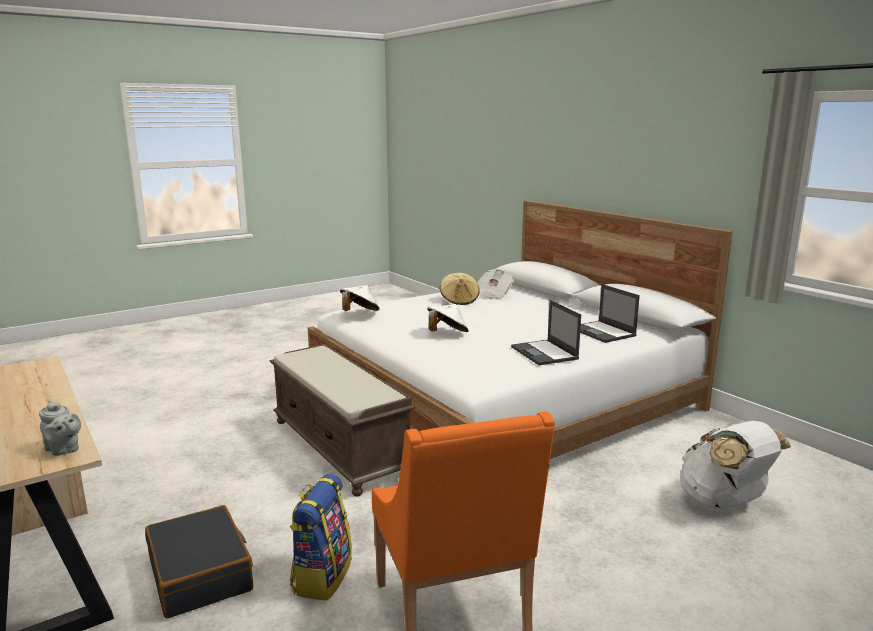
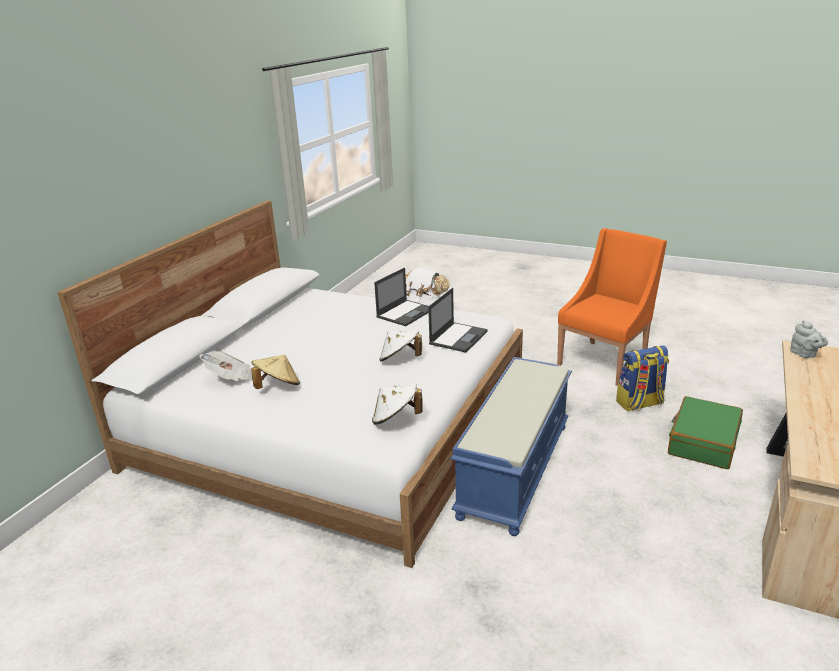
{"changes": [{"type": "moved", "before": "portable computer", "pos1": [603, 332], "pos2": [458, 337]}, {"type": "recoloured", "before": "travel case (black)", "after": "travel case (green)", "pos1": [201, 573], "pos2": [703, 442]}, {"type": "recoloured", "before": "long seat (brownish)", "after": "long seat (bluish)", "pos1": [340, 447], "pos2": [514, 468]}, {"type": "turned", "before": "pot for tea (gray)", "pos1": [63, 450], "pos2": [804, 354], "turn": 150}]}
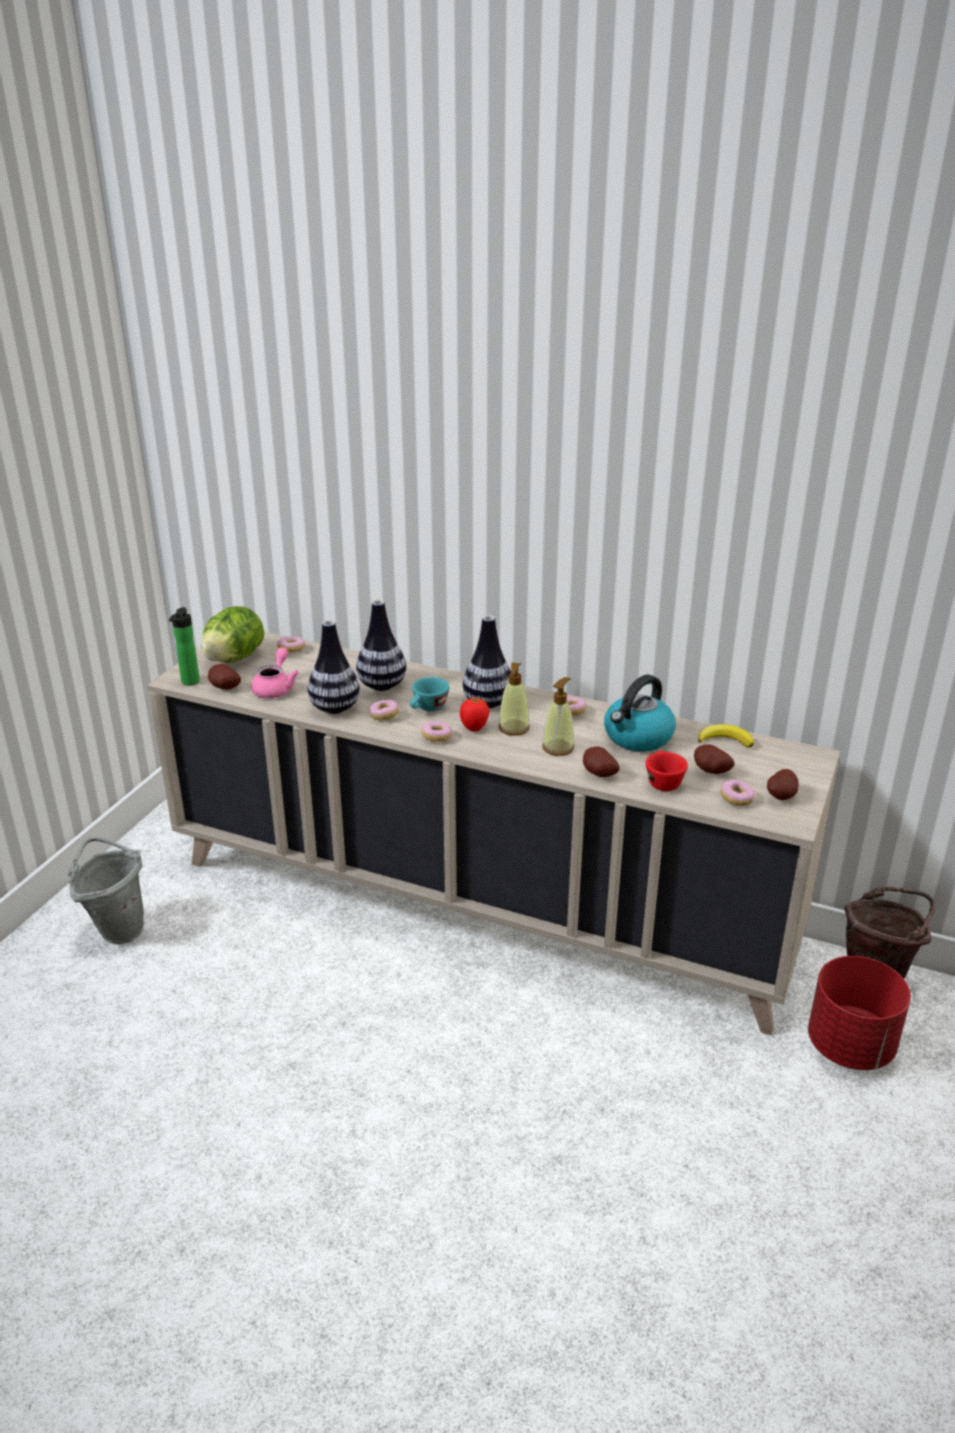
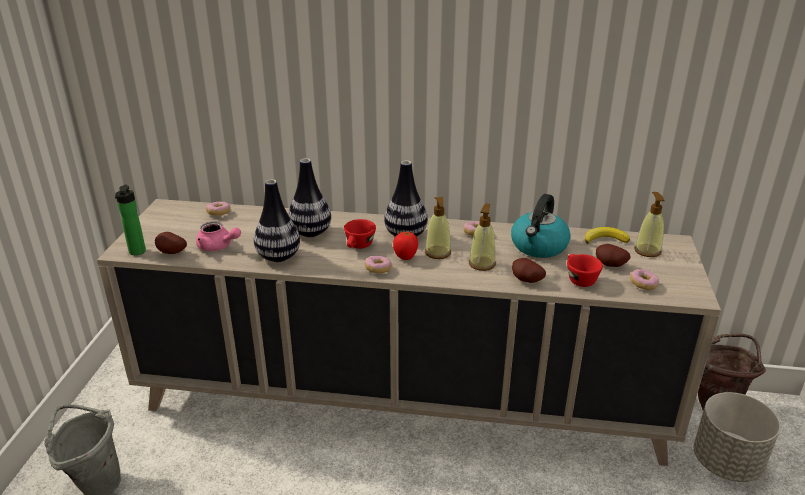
{"changes": [{"type": "removed", "before": "head of lettuce", "pos1": [234, 658]}, {"type": "removed", "before": "doughnut", "pos1": [384, 716]}, {"type": "removed", "before": "potato", "pos1": [782, 797]}, {"type": "added", "after": "liquid soap bottle", "pos2": [647, 251]}, {"type": "recoloured", "before": "drinking cup (blue-green)", "after": "drinking cup (reddish)", "pos1": [428, 708], "pos2": [358, 246]}, {"type": "recoloured", "before": "planter (reddish)", "after": "planter (gray)", "pos1": [851, 1046], "pos2": [727, 462]}, {"type": "turned", "before": "pot for tea (pinkish)", "pos1": [275, 688], "pos2": [218, 247], "turn": 120}]}
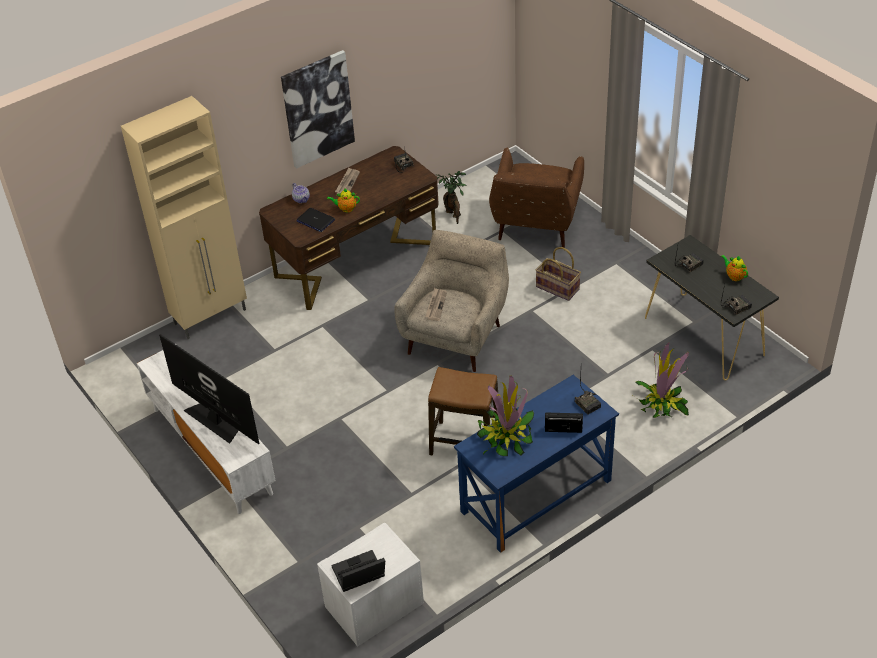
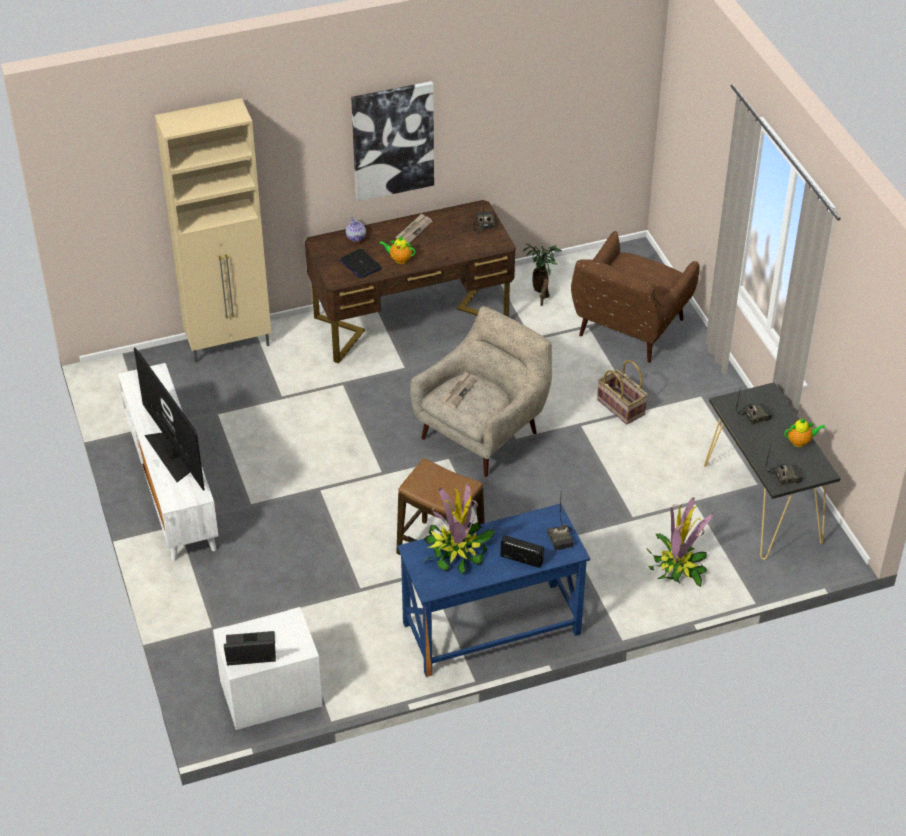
{"changes": [{"type": "turned", "before": "pot for tea", "pos1": [734, 276], "pos2": [800, 442], "turn": 105}]}
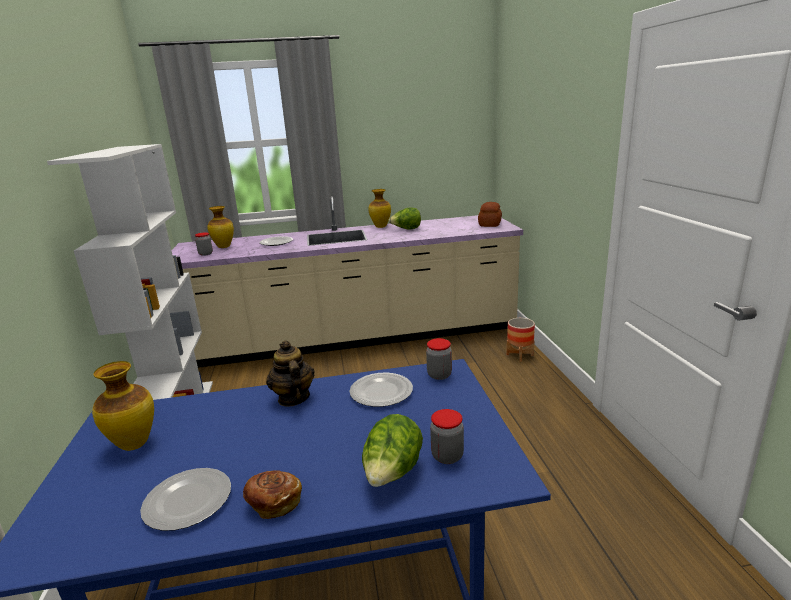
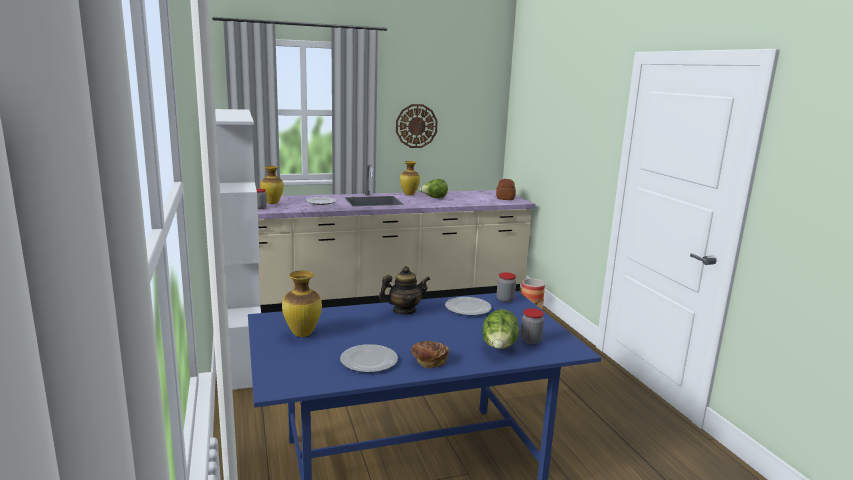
{"changes": [{"type": "added", "after": "wall clock", "pos2": [416, 126]}, {"type": "turned", "before": "pot for tea", "pos1": [293, 398], "pos2": [404, 310], "turn": 105}]}
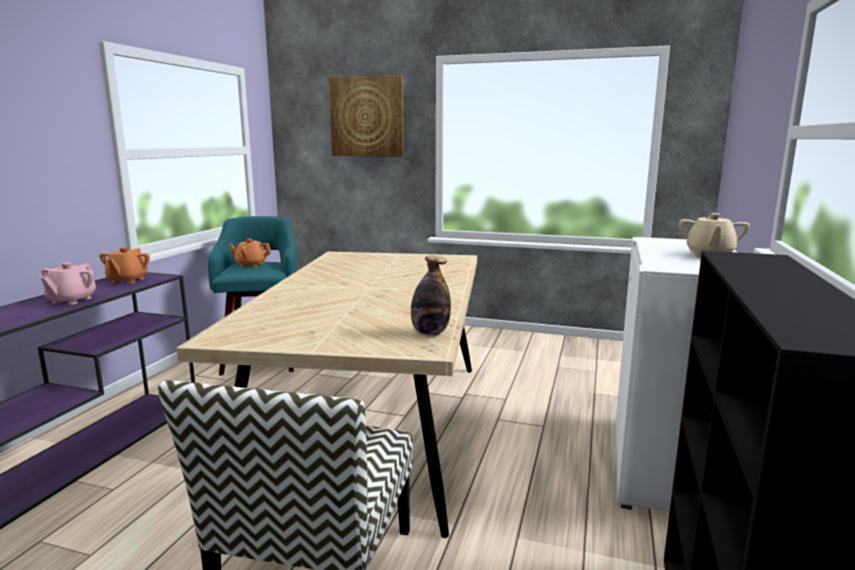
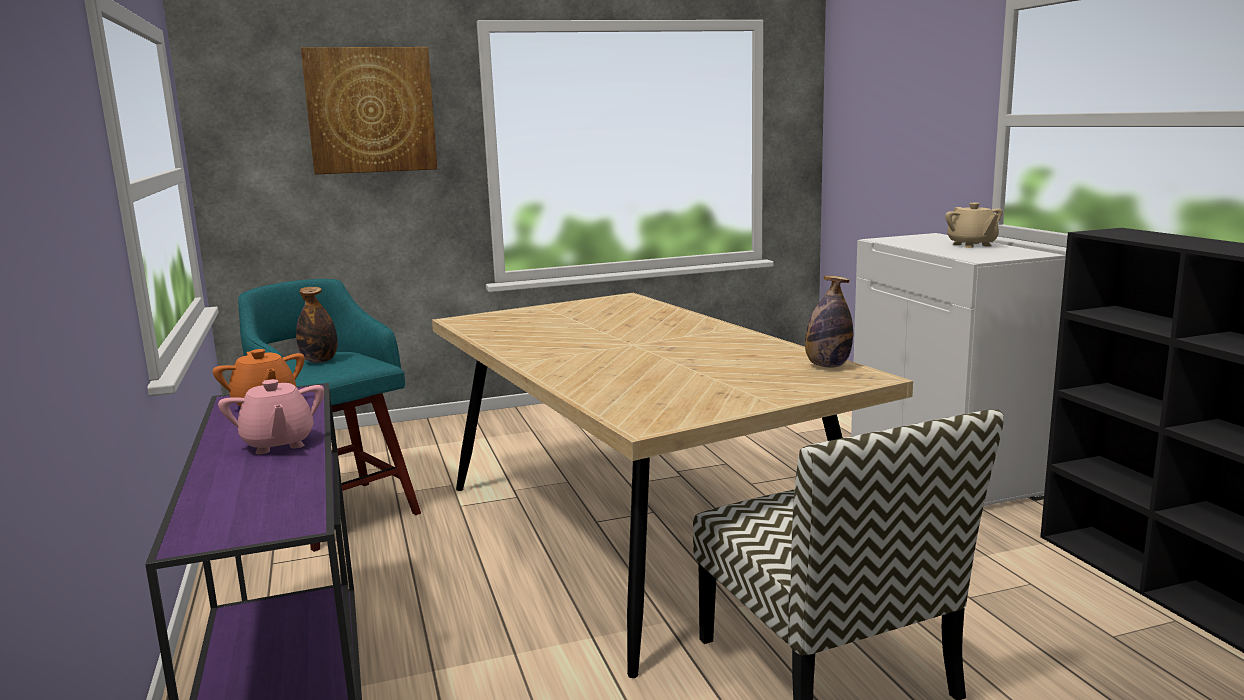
{"changes": [{"type": "replaced", "before": "pot for tea (orangey)", "after": "beverage bottle", "pos1": [251, 265], "pos2": [319, 361]}]}
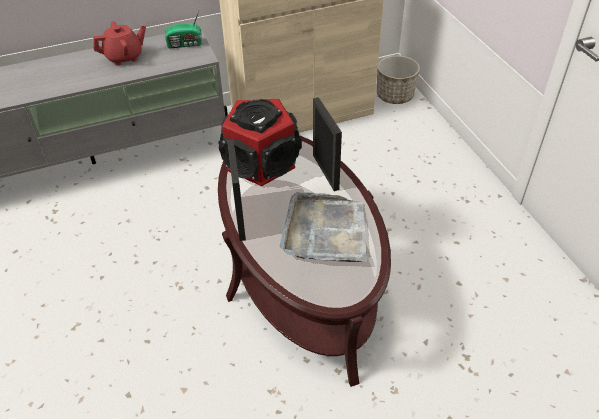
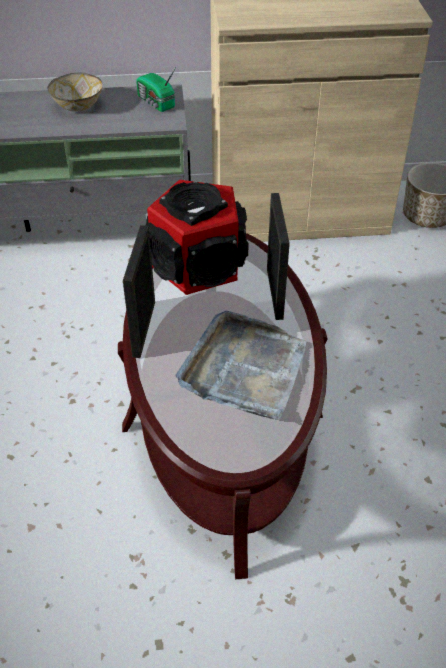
{"changes": [{"type": "replaced", "before": "pot for tea (reddish)", "after": "deep dish", "pos1": [124, 57], "pos2": [77, 106]}, {"type": "turned", "before": "radio", "pos1": [186, 44], "pos2": [156, 103], "turn": 45}]}
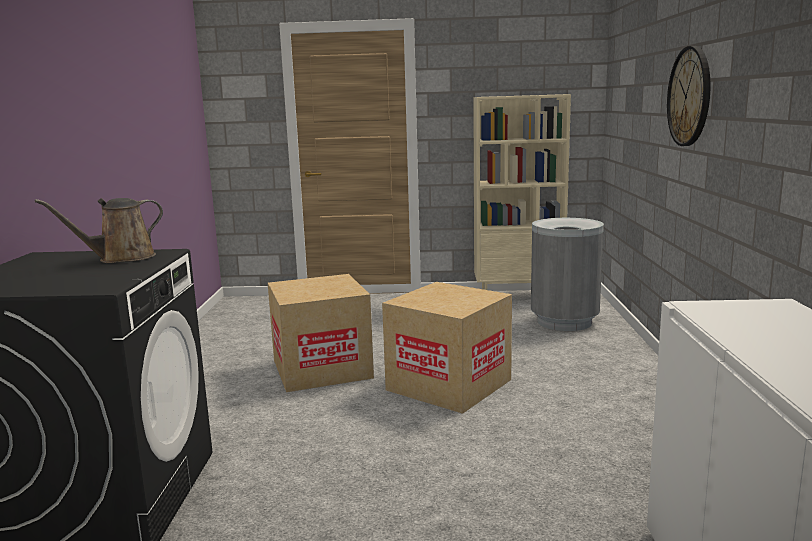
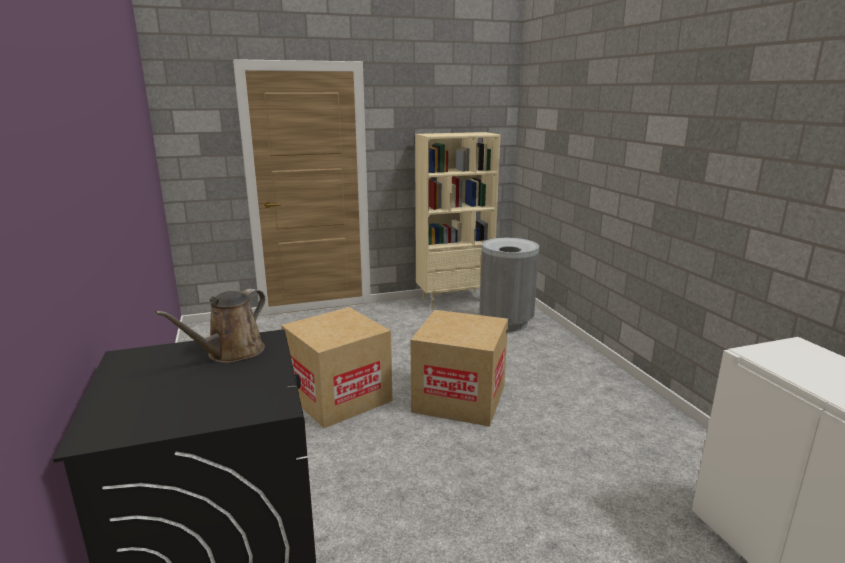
{"changes": [{"type": "removed", "before": "wall clock", "pos1": [689, 96]}]}
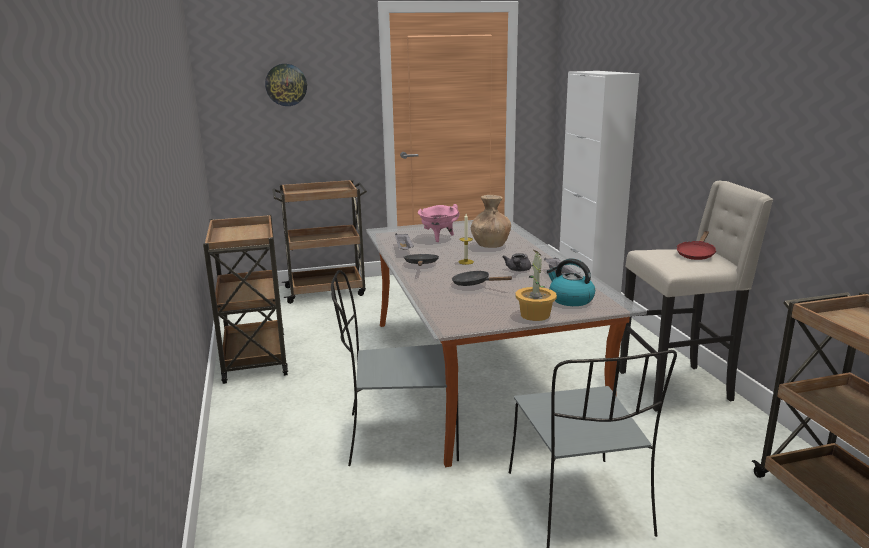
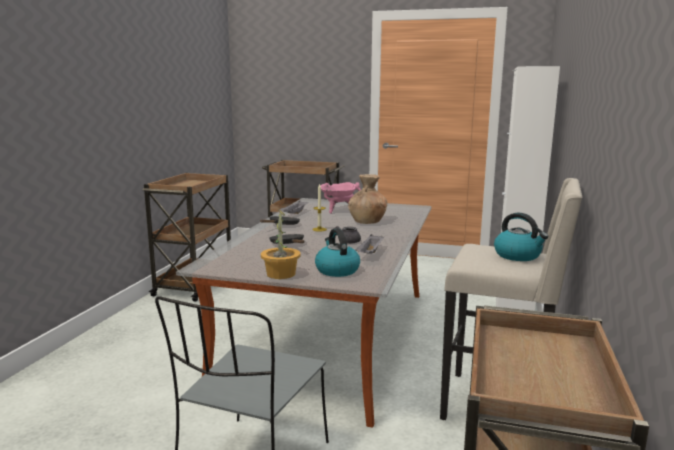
{"changes": [{"type": "removed", "before": "wall clock", "pos1": [286, 85]}, {"type": "removed", "before": "upright chair (gray)", "pos1": [398, 437]}, {"type": "replaced", "before": "pan (reddish)", "after": "tea kettle", "pos1": [696, 254], "pos2": [518, 256]}]}
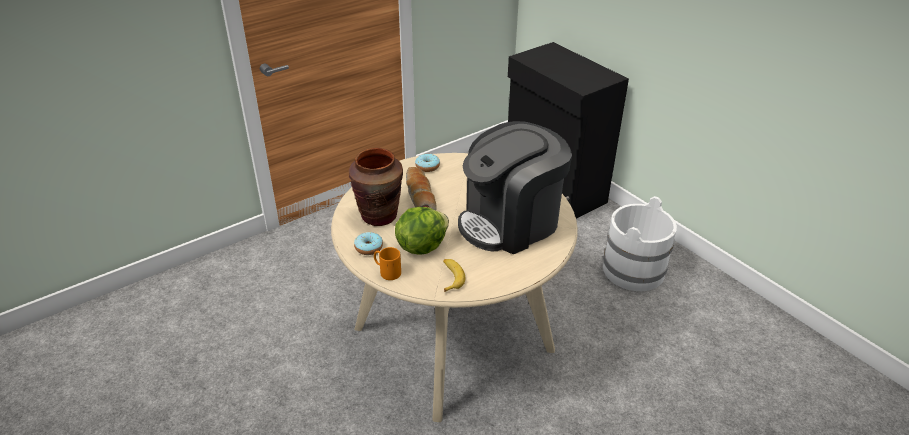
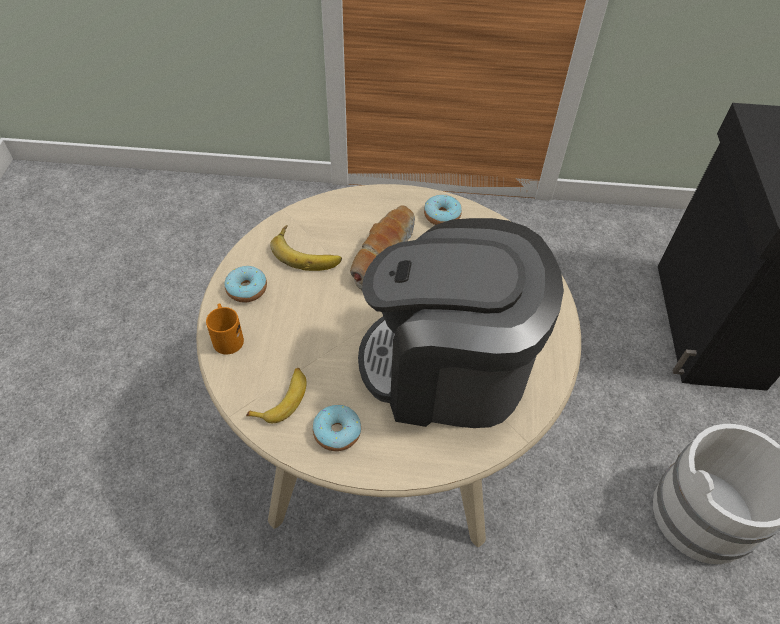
{"changes": [{"type": "removed", "before": "head of lettuce", "pos1": [421, 246]}, {"type": "added", "after": "doughnut", "pos2": [337, 432]}, {"type": "replaced", "before": "vase (brownish)", "after": "whole banana", "pos1": [379, 216], "pos2": [307, 252]}]}
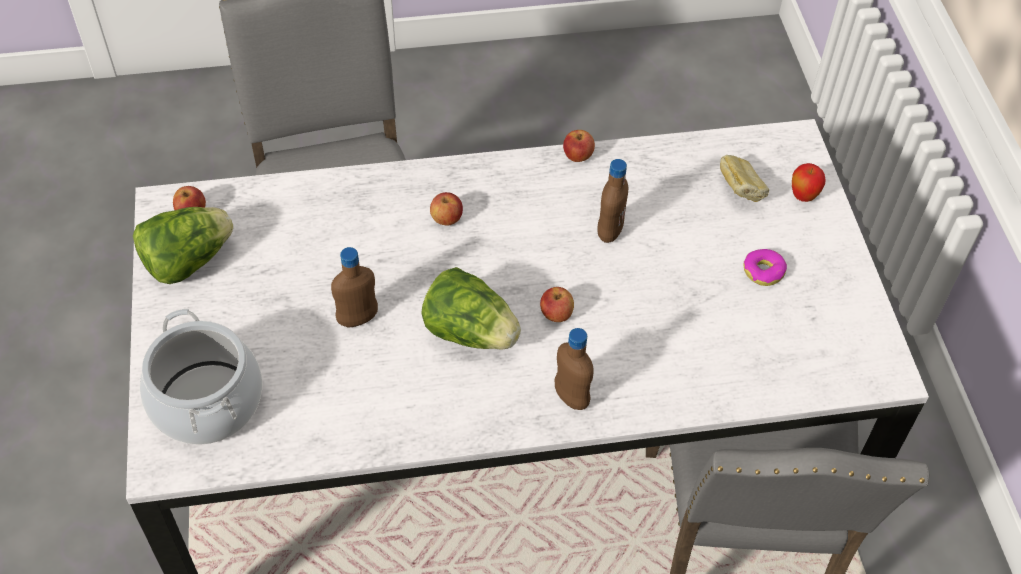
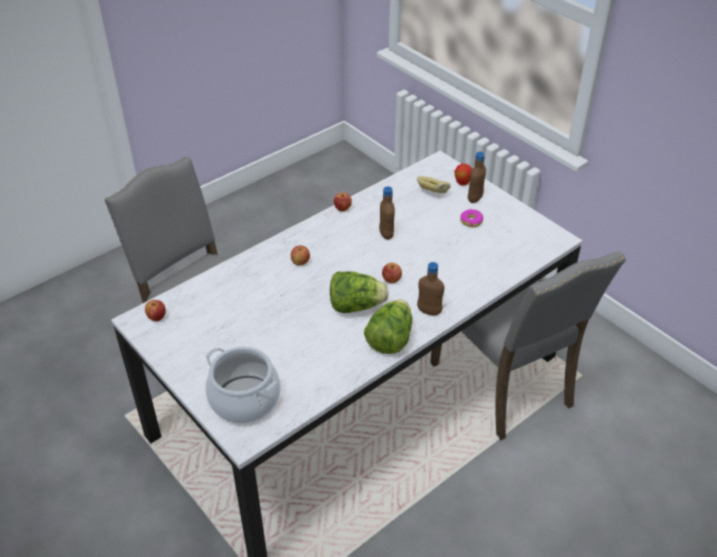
{"changes": [{"type": "moved", "before": "head of lettuce", "pos1": [188, 261], "pos2": [390, 339]}, {"type": "moved", "before": "beverage bottle (brownish)", "pos1": [358, 319], "pos2": [475, 198]}]}
